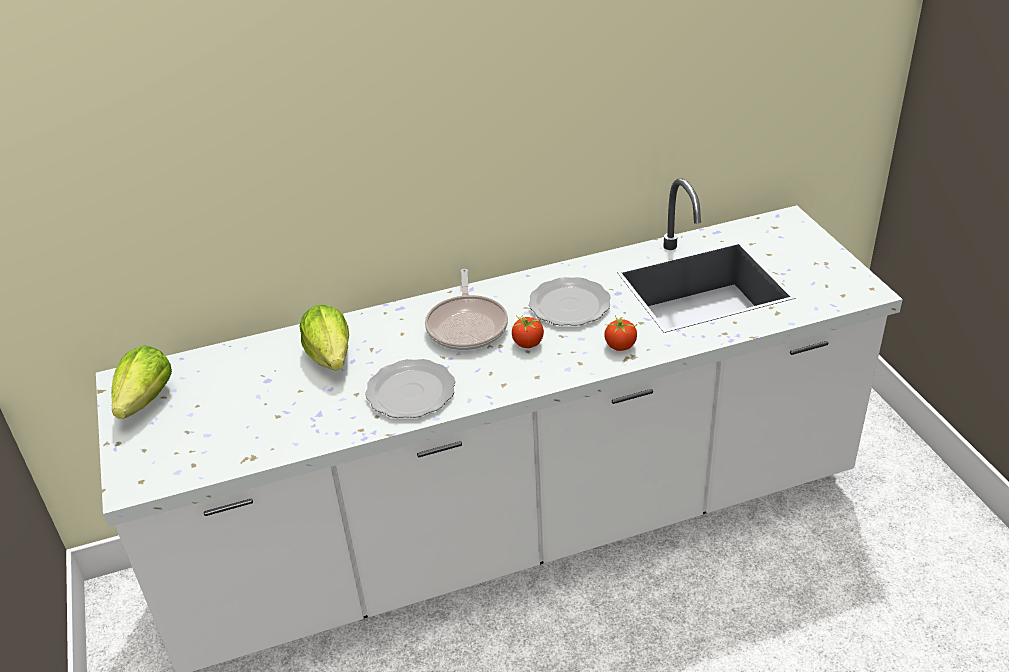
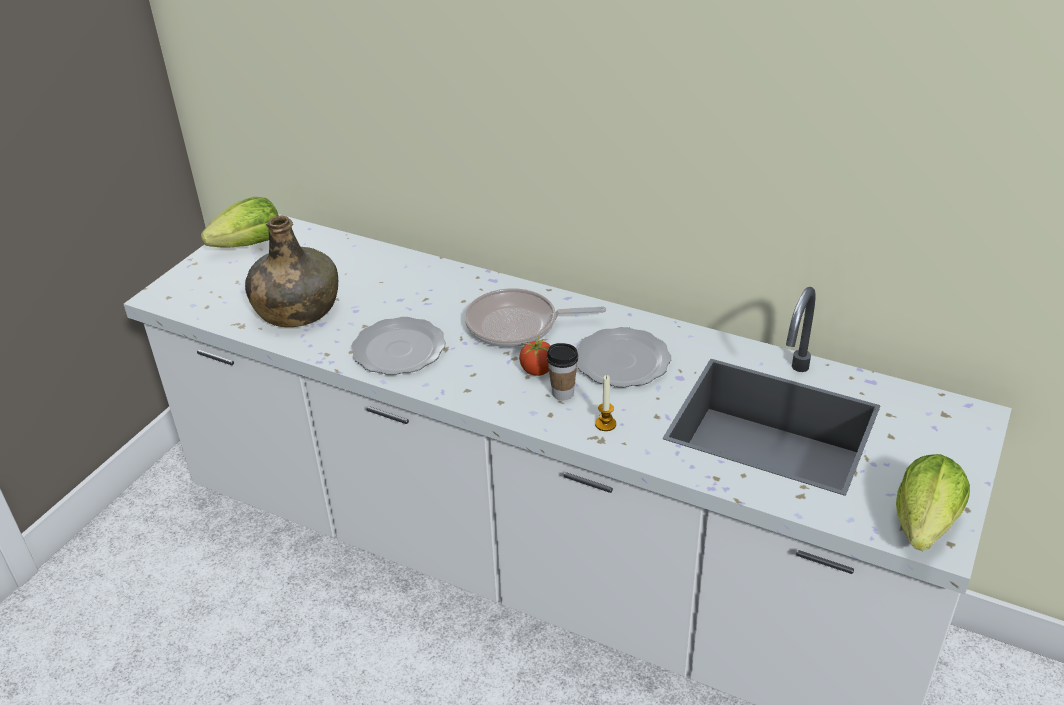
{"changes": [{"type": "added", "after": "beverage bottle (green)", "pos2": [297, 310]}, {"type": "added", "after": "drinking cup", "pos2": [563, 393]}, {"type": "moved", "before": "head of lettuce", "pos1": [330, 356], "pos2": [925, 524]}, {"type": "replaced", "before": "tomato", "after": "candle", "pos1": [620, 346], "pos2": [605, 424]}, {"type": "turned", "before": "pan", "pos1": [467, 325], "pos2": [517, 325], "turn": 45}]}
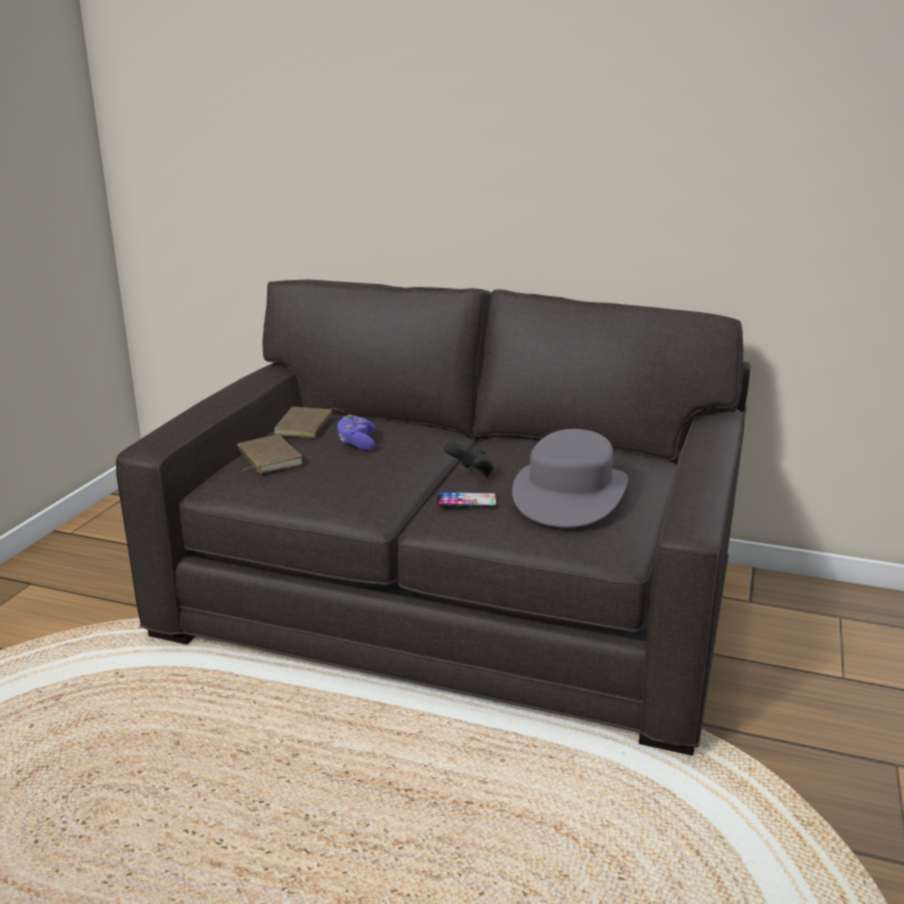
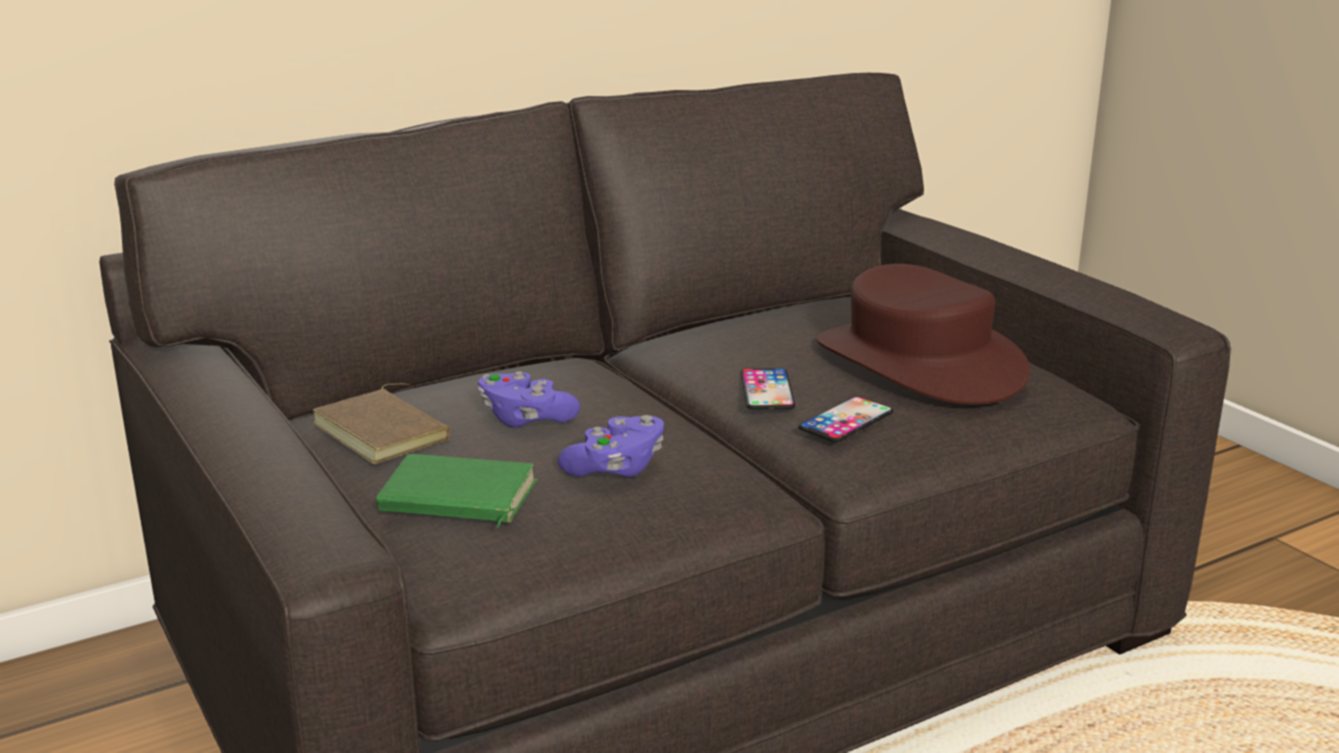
{"changes": [{"type": "added", "after": "game controller (purple-coloured)", "pos2": [616, 468]}, {"type": "replaced", "before": "game controller (black)", "after": "handset", "pos1": [471, 474], "pos2": [767, 390]}, {"type": "recoloured", "before": "book (brownish)", "after": "book (green)", "pos1": [267, 458], "pos2": [456, 499]}, {"type": "recoloured", "before": "clothing hat (gray)", "after": "clothing hat (brownish)", "pos1": [569, 494], "pos2": [917, 362]}]}
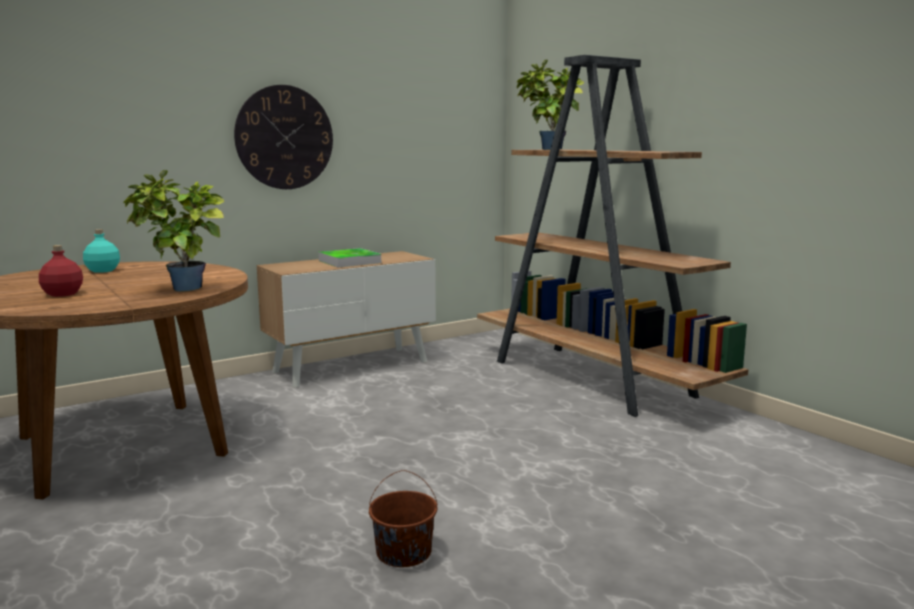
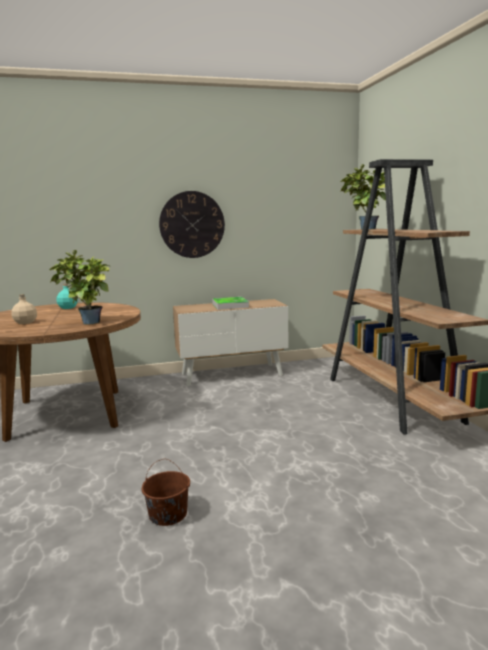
{"changes": [{"type": "recoloured", "before": "beverage bottle (reddish)", "after": "beverage bottle (beige-coloured)", "pos1": [63, 294], "pos2": [25, 323]}]}
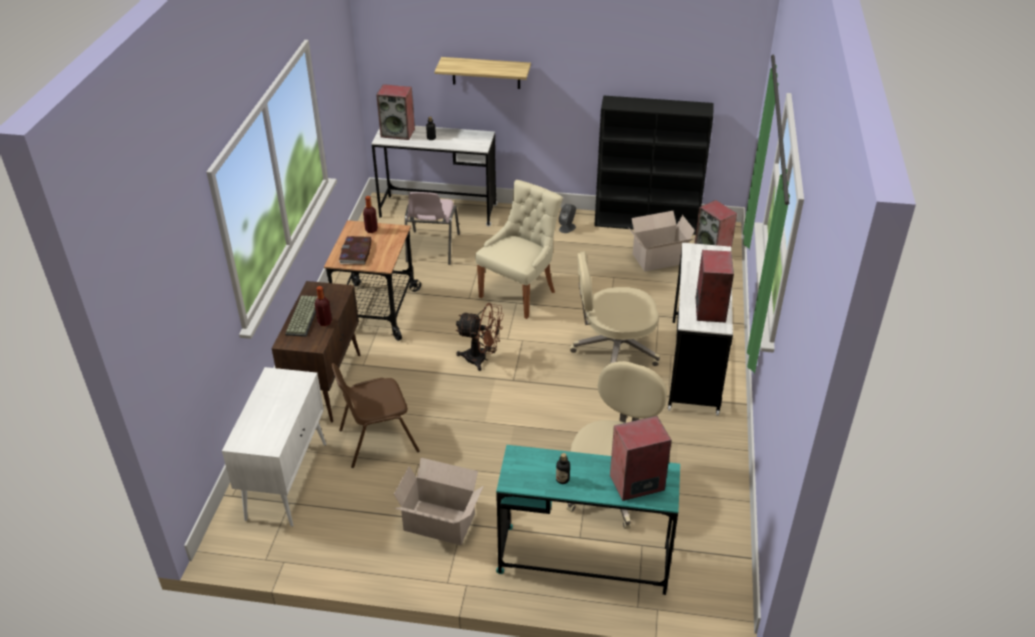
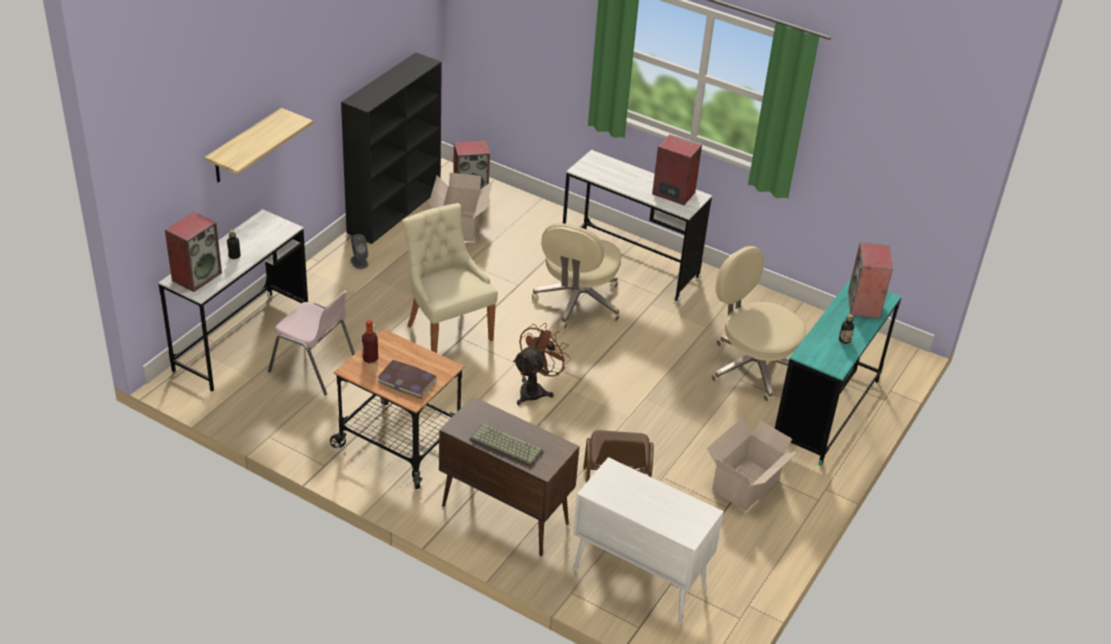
{"changes": [{"type": "removed", "before": "beverage bottle", "pos1": [325, 322]}]}
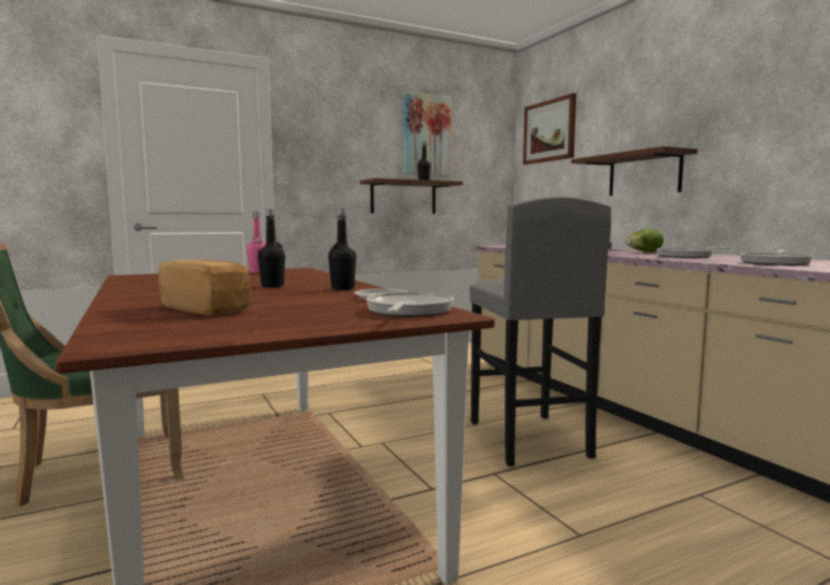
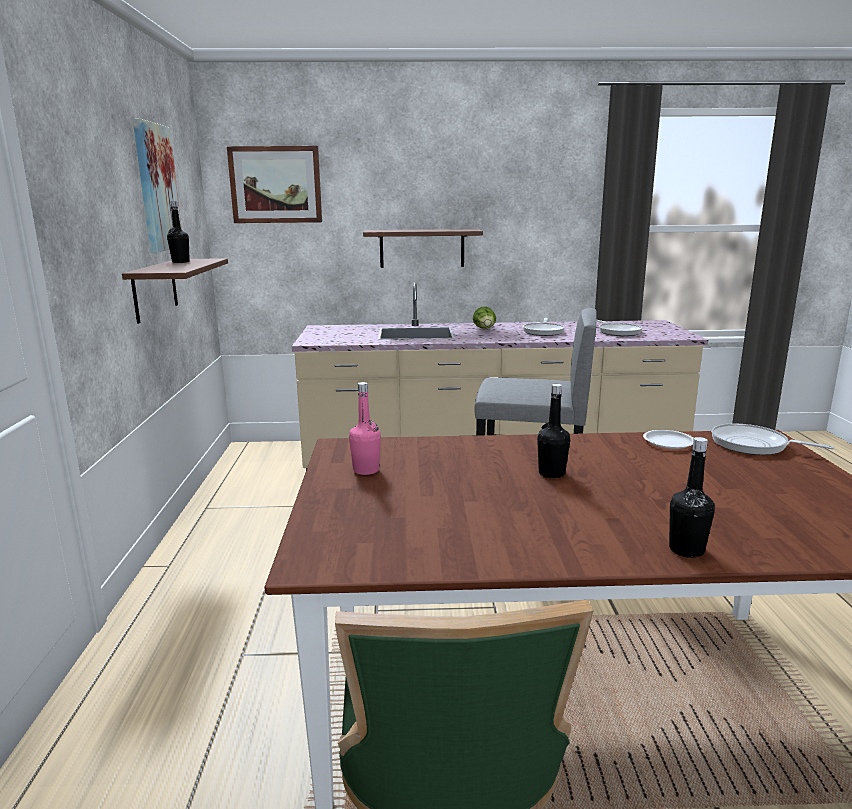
{"changes": [{"type": "removed", "before": "bakery bread", "pos1": [206, 309]}, {"type": "moved", "before": "beverage bottle (black)", "pos1": [342, 288], "pos2": [686, 550]}]}
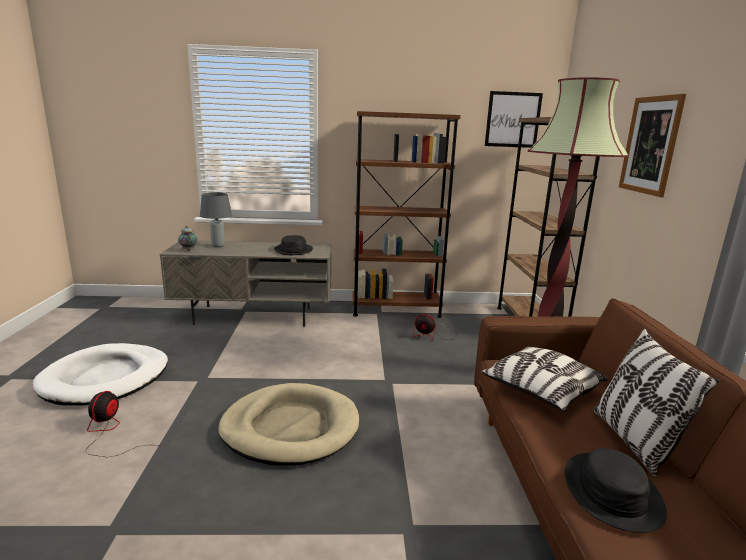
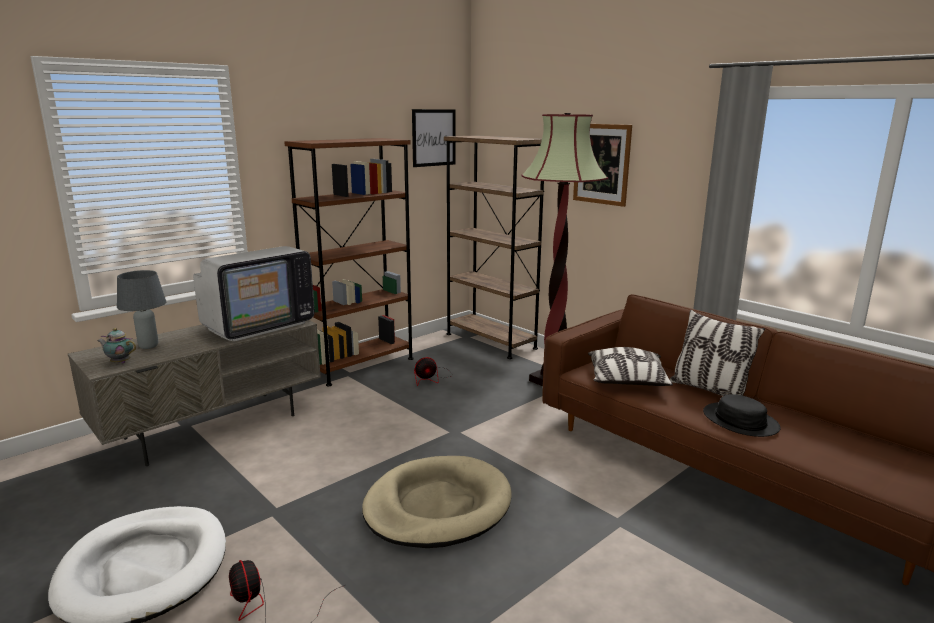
{"changes": [{"type": "replaced", "before": "clothing hat (black)", "after": "TV set", "pos1": [293, 250], "pos2": [258, 325]}]}
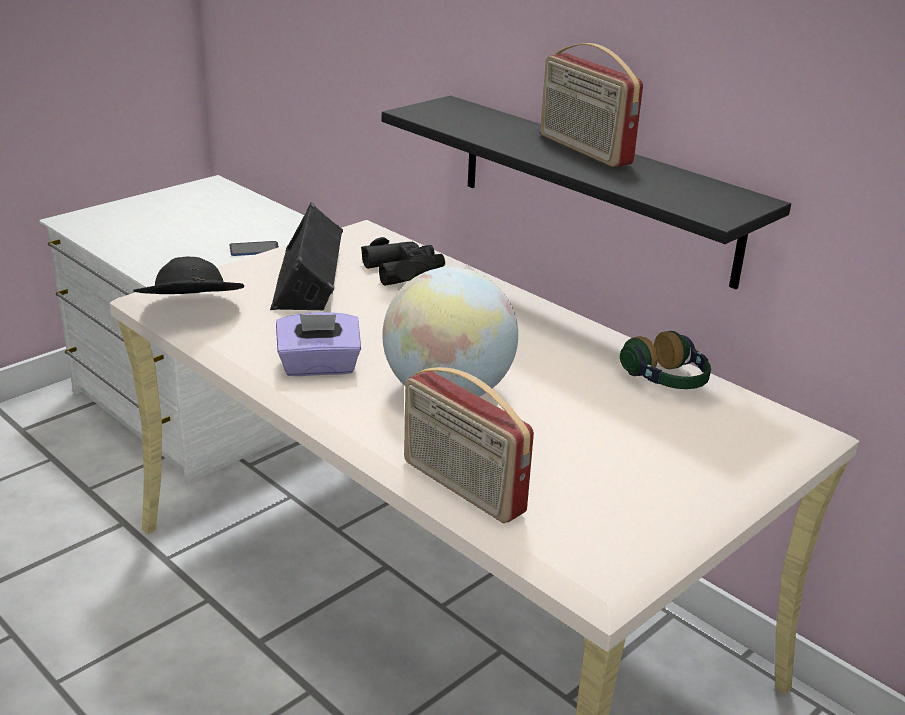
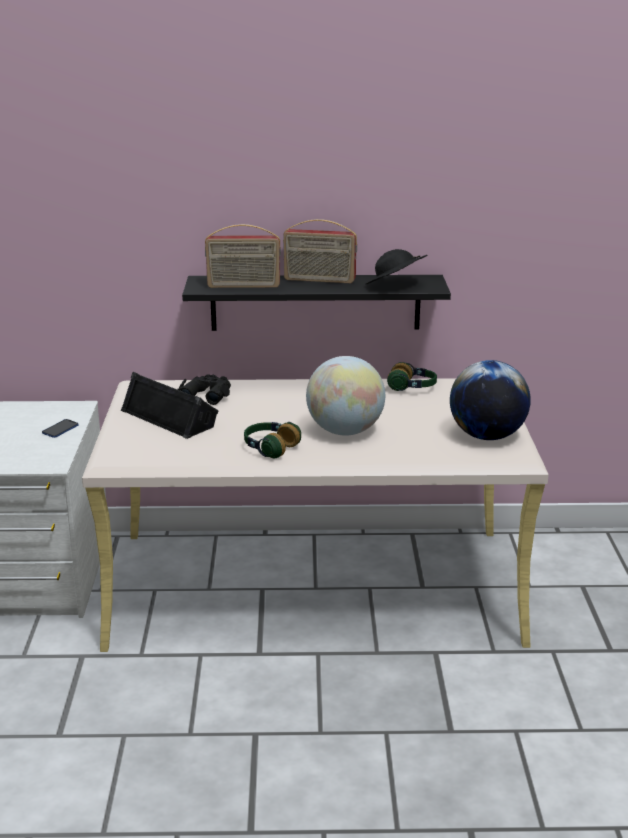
{"changes": [{"type": "added", "after": "world globe", "pos2": [487, 436]}, {"type": "moved", "before": "clothing hat (black)", "pos1": [190, 312], "pos2": [395, 286]}, {"type": "moved", "before": "radio", "pos1": [461, 488], "pos2": [243, 286]}, {"type": "replaced", "before": "tissue box (purple-coloured)", "after": "headphones", "pos1": [319, 367], "pos2": [270, 448]}]}
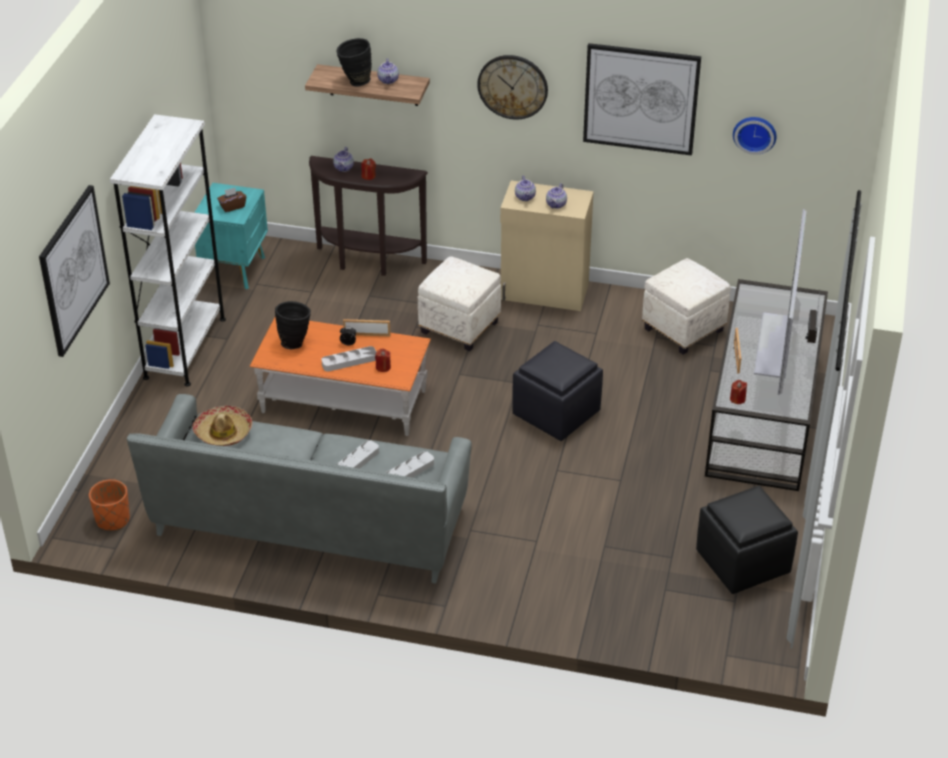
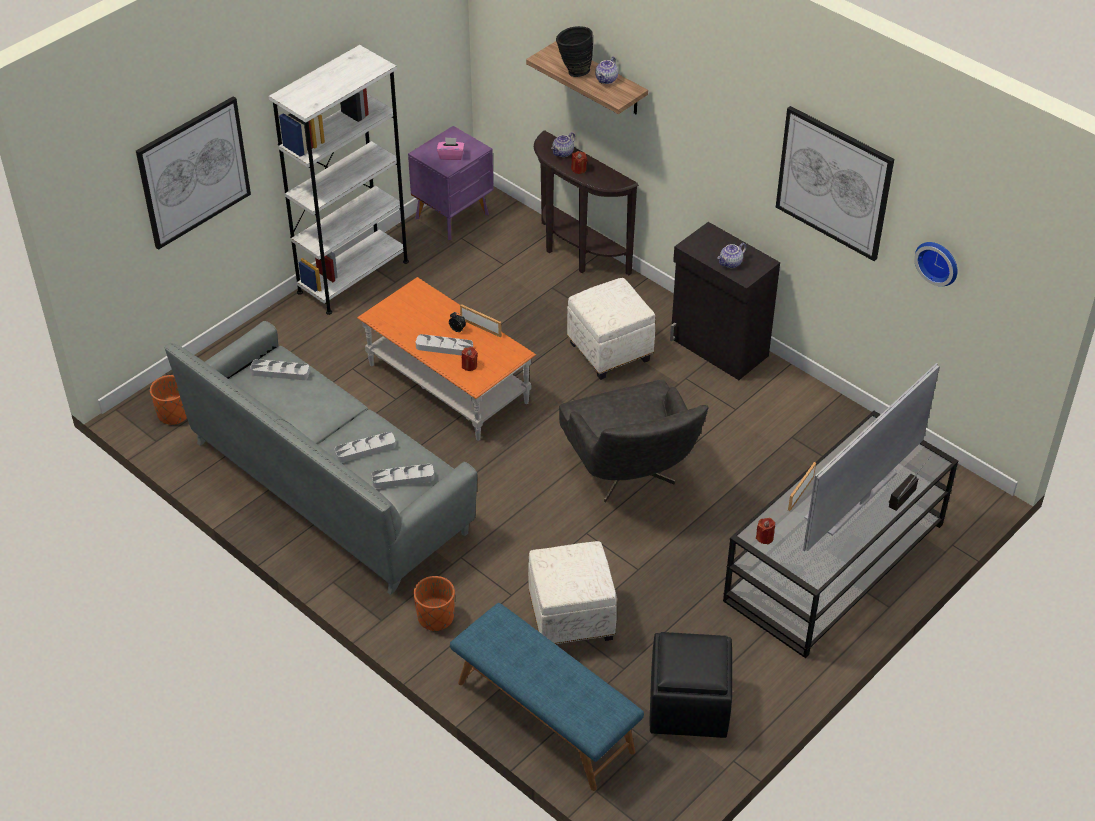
{"changes": [{"type": "removed", "before": "vase (black)", "pos1": [295, 342]}, {"type": "removed", "before": "wall clock", "pos1": [512, 86]}, {"type": "removed", "before": "pot for tea", "pos1": [525, 197]}, {"type": "added", "after": "planter (orangey)", "pos2": [435, 617]}, {"type": "added", "after": "long seat (bluish)", "pos2": [544, 717]}, {"type": "moved", "before": "pouffe (whitish)", "pos1": [683, 330], "pos2": [570, 620]}, {"type": "replaced", "before": "clothing hat", "after": "serving tray (gray)", "pos1": [223, 432], "pos2": [280, 372]}, {"type": "replaced", "before": "pouffe (black)", "after": "lounge chair (gray)", "pos1": [556, 414], "pos2": [631, 476]}, {"type": "recoloured", "before": "bedside table (blue-green)", "after": "bedside table (purple-coloured)", "pos1": [234, 269], "pos2": [453, 216]}, {"type": "recoloured", "before": "tissue box (brownish)", "after": "tissue box (pinkish)", "pos1": [232, 206], "pos2": [451, 156]}, {"type": "recoloured", "before": "cupboard (beige-coloured)", "after": "cupboard (black)", "pos1": [544, 293], "pos2": [718, 348]}]}
